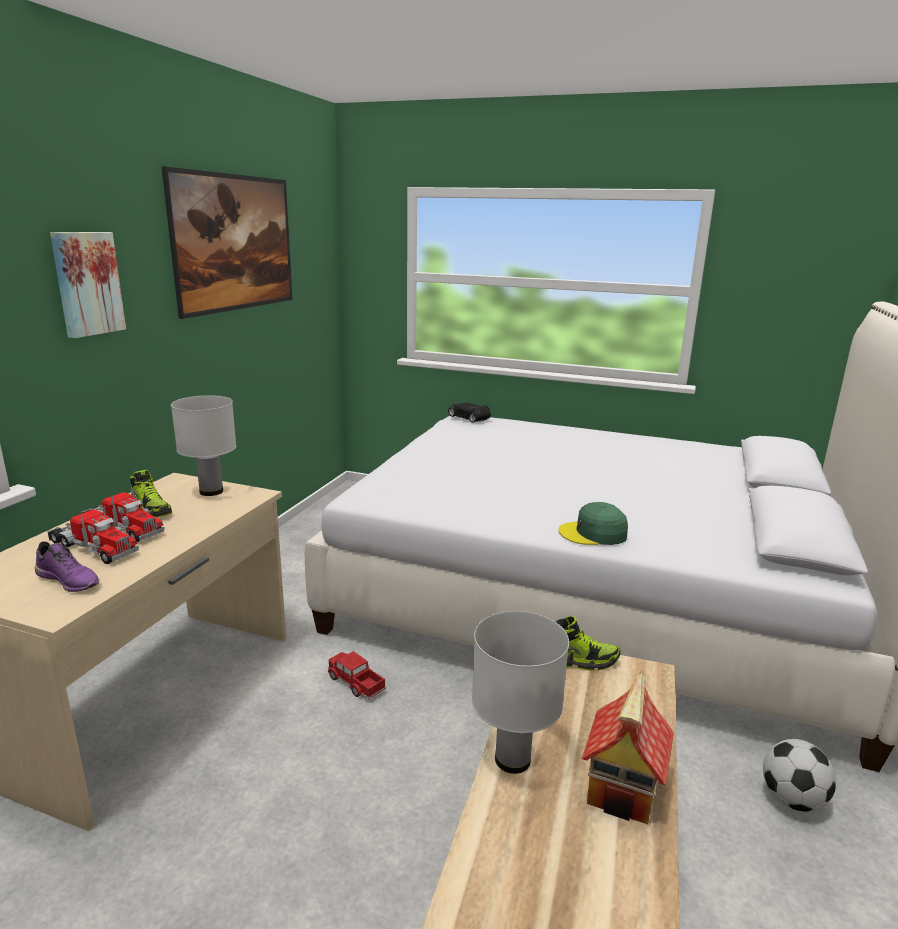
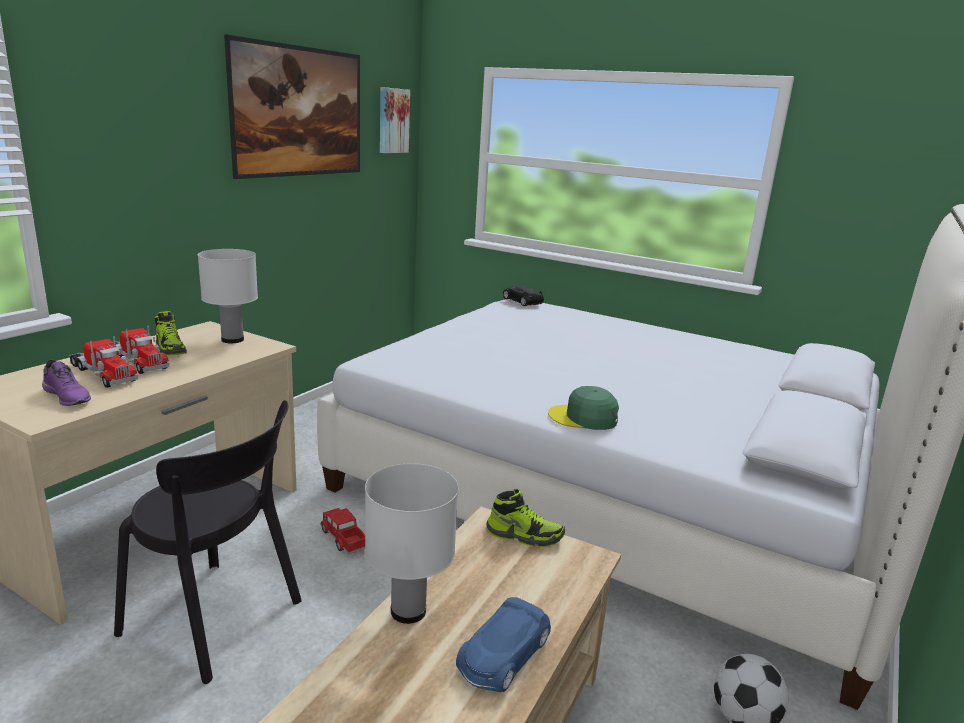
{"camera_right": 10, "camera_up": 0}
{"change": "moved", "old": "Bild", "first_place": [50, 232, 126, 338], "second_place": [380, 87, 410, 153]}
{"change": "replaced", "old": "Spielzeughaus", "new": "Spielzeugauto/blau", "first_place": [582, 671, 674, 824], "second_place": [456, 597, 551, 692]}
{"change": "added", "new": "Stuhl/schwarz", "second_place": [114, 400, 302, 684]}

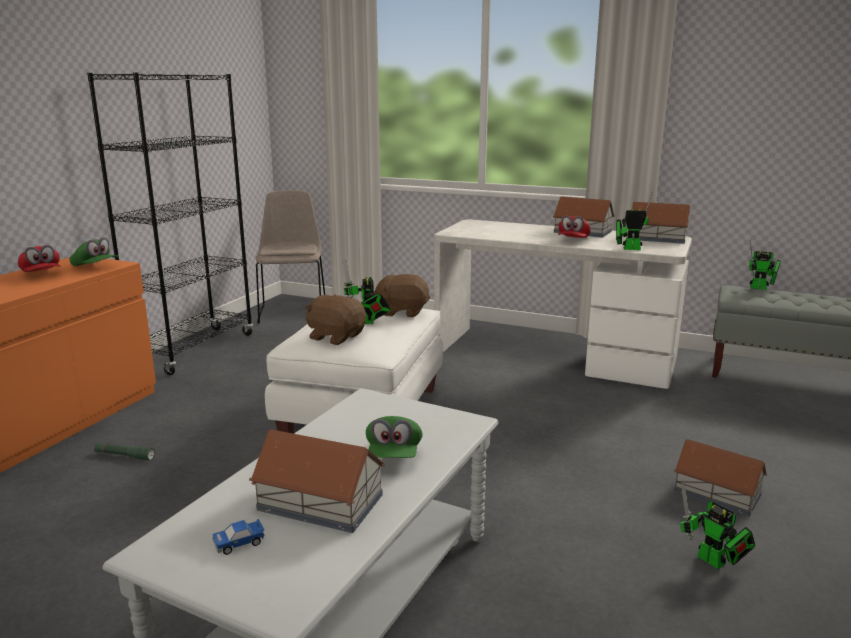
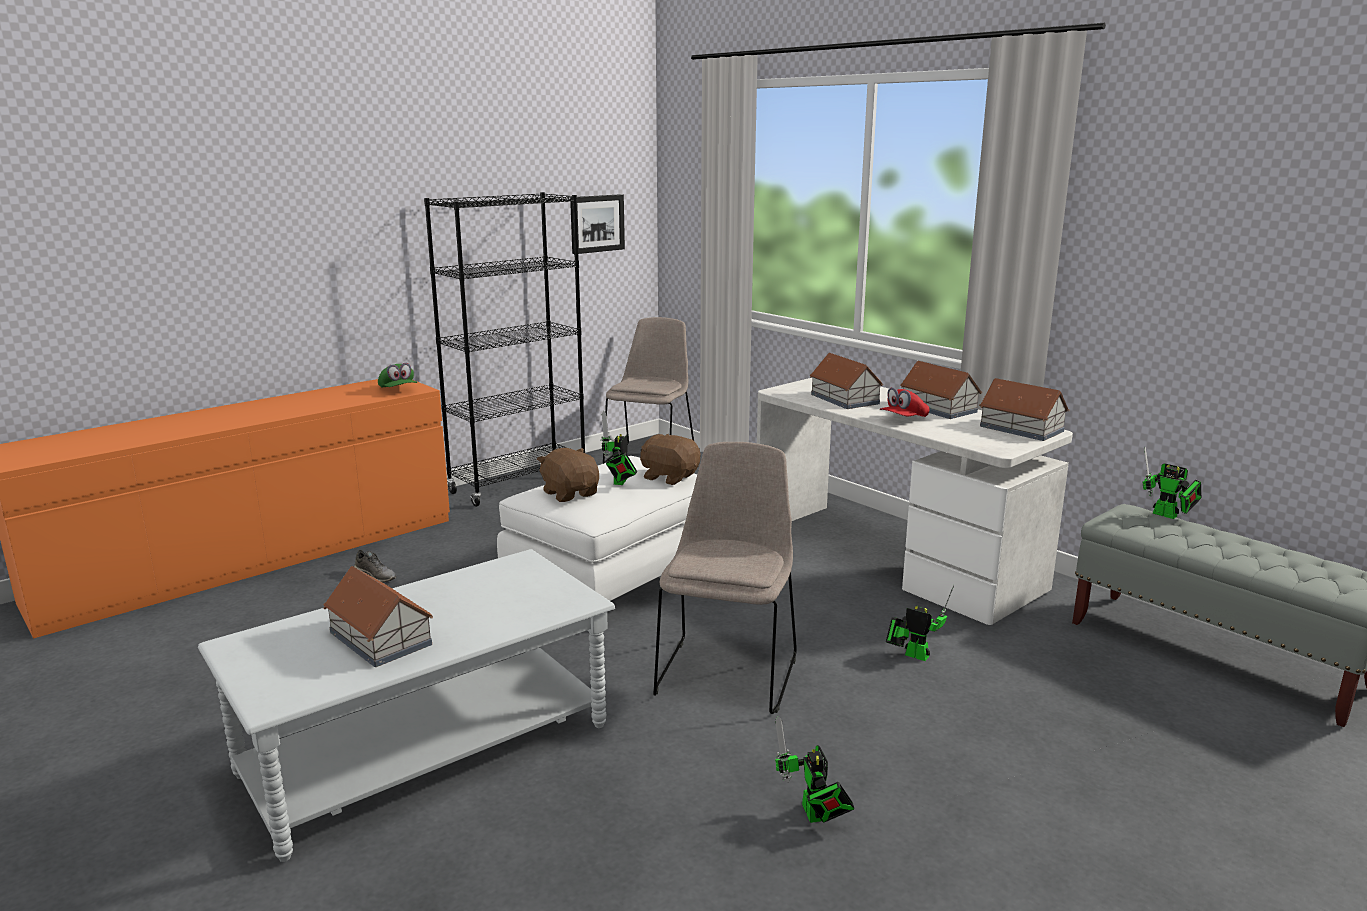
{"camera_right": 25, "camera_up": 0}
{"change": "moved", "old": "Spielzeugroboter", "first_place": [616, 191, 653, 250], "second_place": [886, 585, 954, 661]}
{"change": "removed", "old": "Kappe/rot", "first_place": [18, 245, 61, 272]}
{"change": "removed", "old": "Kappe/grün", "first_place": [366, 416, 423, 458]}
{"change": "moved", "old": "Spielzeughaus", "first_place": [674, 439, 767, 516], "second_place": [810, 353, 883, 409]}
{"change": "replaced", "old": "Taschenlampe/grün", "new": "Schuh/grau", "first_place": [94, 443, 155, 460], "second_place": [354, 550, 396, 582]}
{"change": "removed", "old": "Spielzeugauto", "first_place": [212, 519, 265, 555]}
{"change": "added", "new": "Bild", "second_place": [570, 194, 625, 254]}
{"change": "added", "new": "Stuhl/beige", "second_place": [653, 442, 797, 714]}

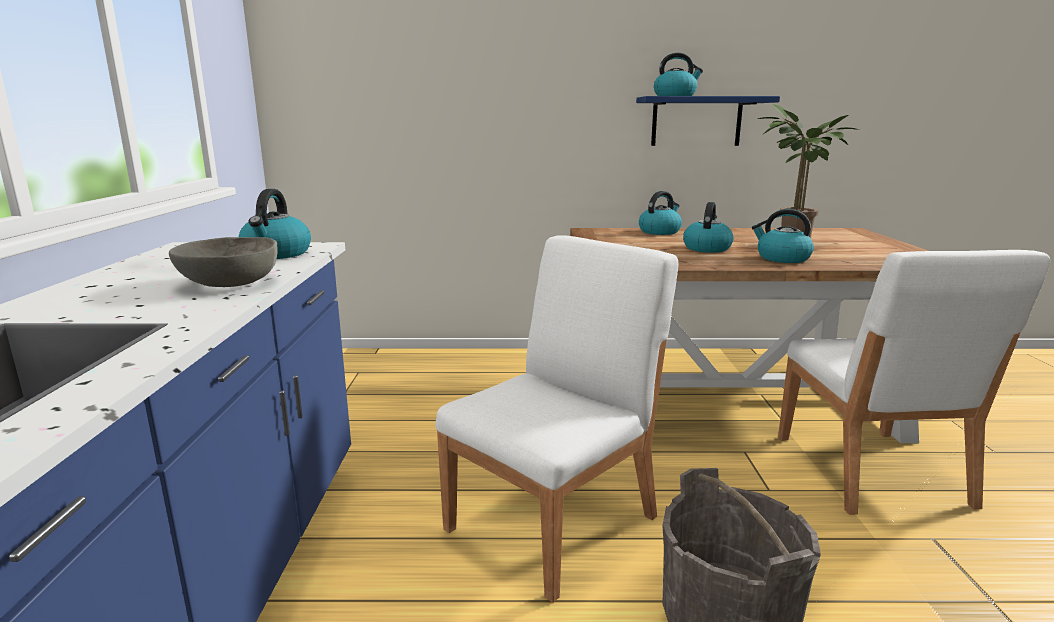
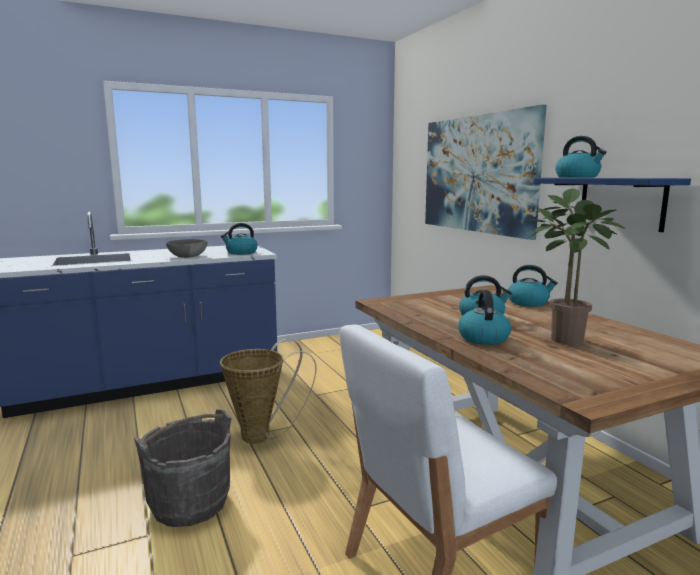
{"camera_right": 65, "camera_up": -5}
{"change": "replaced", "old": "Stuhl/weiß", "new": "Korb", "first_place": [435, 235, 678, 603], "second_place": [220, 339, 316, 444]}
{"change": "added", "new": "Bild", "second_place": [425, 105, 547, 240]}

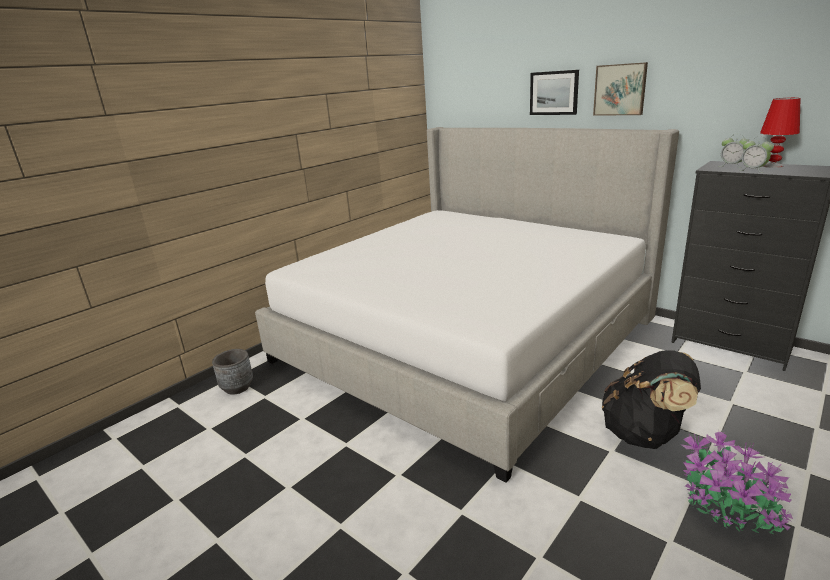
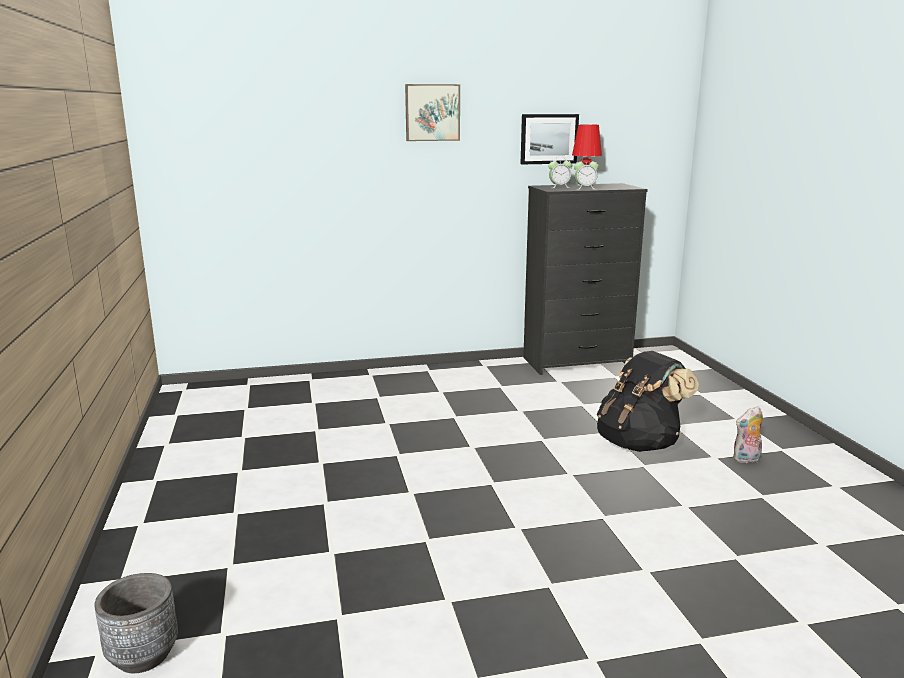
{"camera_right": -55, "camera_up": -5}
{"change": "moved", "old": "Bild", "first_place": [530, 70, 579, 115], "second_place": [521, 114, 579, 164]}
{"change": "removed", "old": "Bett", "first_place": [255, 127, 679, 483]}
{"change": "replaced", "old": "Topfpflanze", "new": "Plüschtier", "first_place": [680, 429, 793, 534], "second_place": [733, 406, 763, 463]}

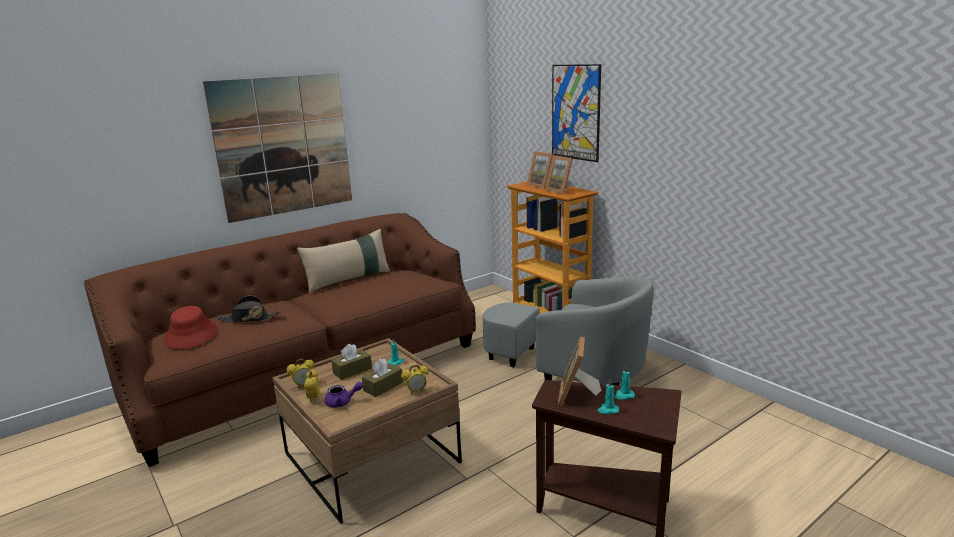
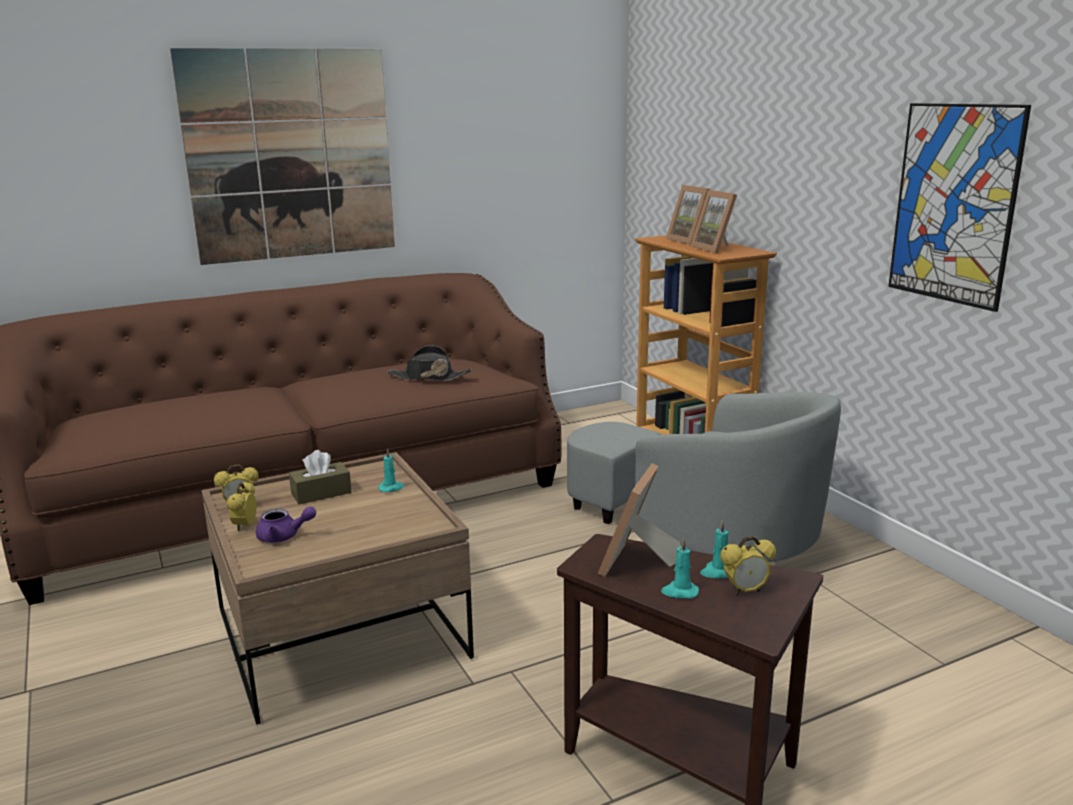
{"camera_right": 10, "camera_up": 0}
{"change": "moved", "old": "Bild", "first_place": [552, 64, 601, 162], "second_place": [888, 103, 1031, 312]}
{"change": "removed", "old": "Kissen/beige", "first_place": [297, 229, 390, 293]}
{"change": "moved", "old": "Hut/schwarz", "first_place": [217, 295, 281, 323], "second_place": [387, 345, 472, 381]}
{"change": "removed", "old": "Hut/rot", "first_place": [163, 306, 217, 349]}
{"change": "removed", "old": "Taschentuchbox/braun", "first_place": [362, 358, 403, 397]}
{"change": "moved", "old": "Wecker", "first_place": [401, 365, 429, 395], "second_place": [720, 536, 776, 595]}

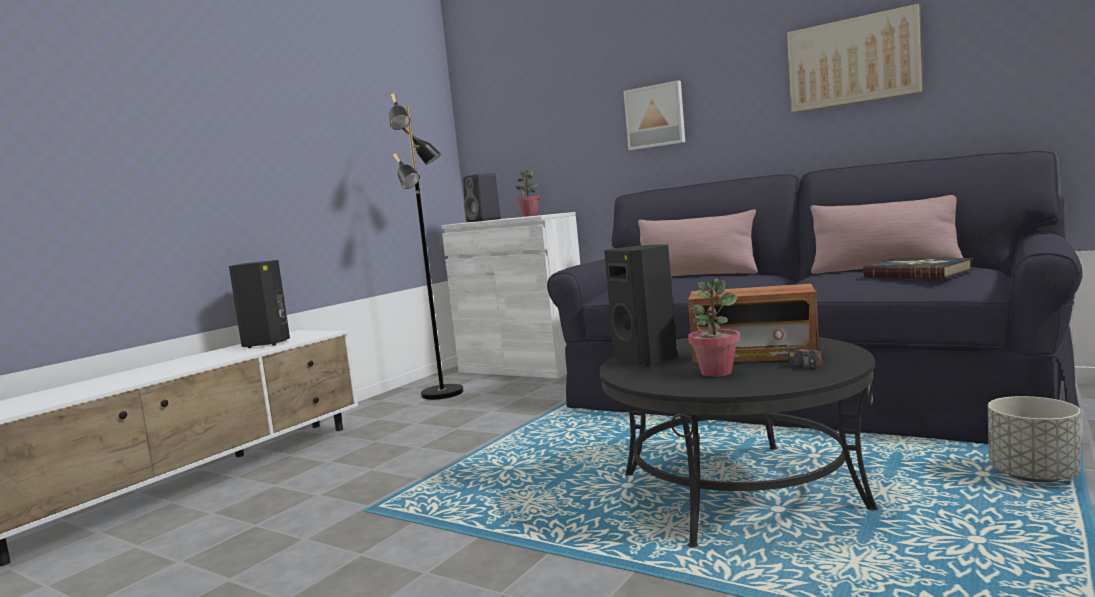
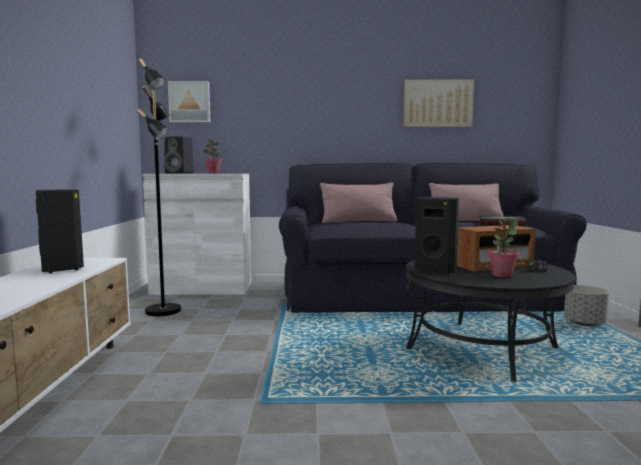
{"camera_right": -35, "camera_up": 0}
{"change": "moved", "old": "Bild", "first_place": [623, 80, 685, 150], "second_place": [168, 81, 210, 123]}

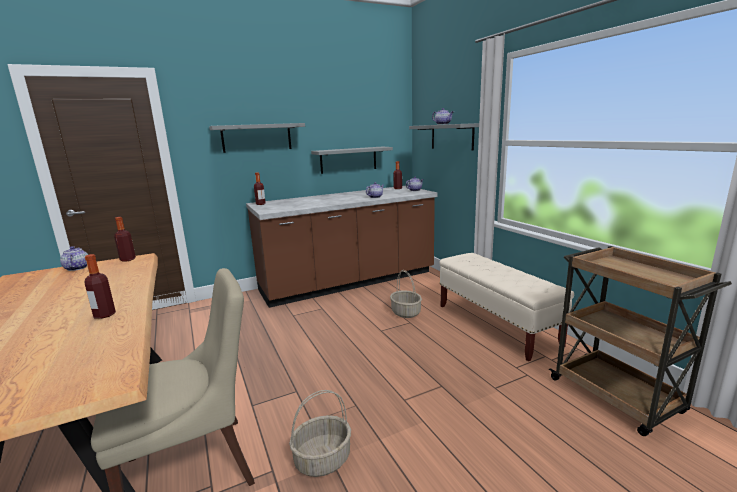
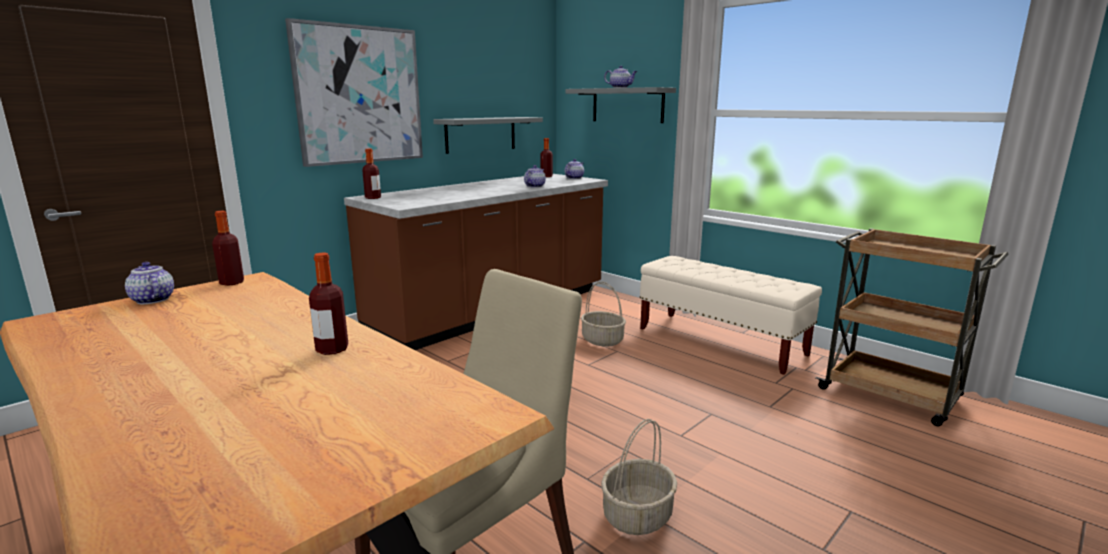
{"camera_right": -20, "camera_up": 0}
{"change": "replaced", "old": "Wandregal/grau", "new": "Bild", "first_place": [209, 123, 305, 153], "second_place": [285, 18, 423, 167]}

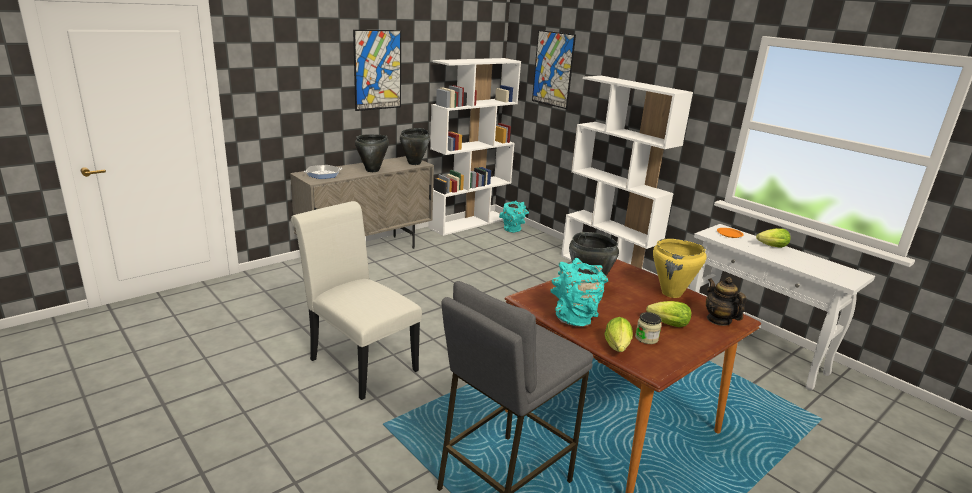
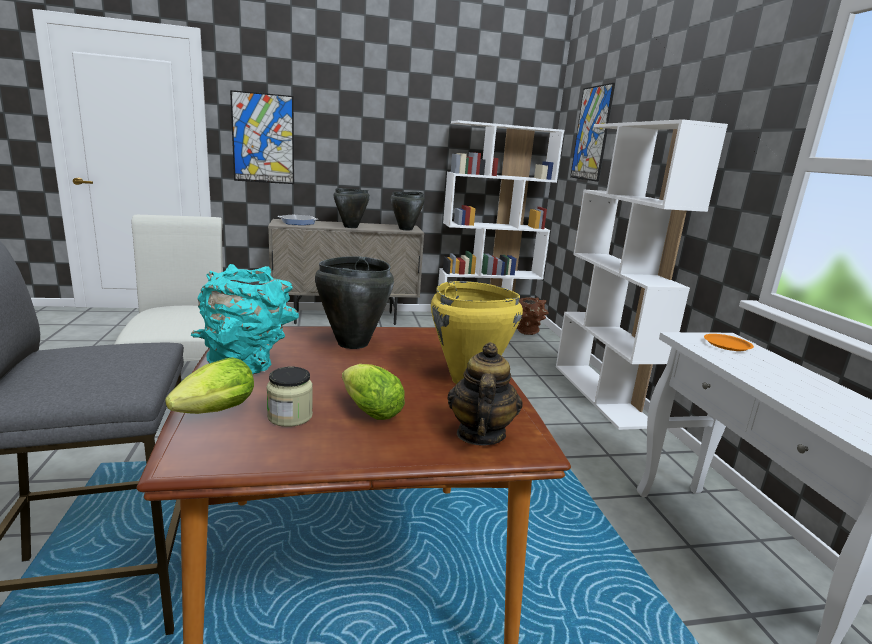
{"camera_right": 30, "camera_up": -5}
{"change": "moved", "old": "Bild", "first_place": [353, 30, 401, 111], "second_place": [230, 90, 294, 184]}
{"change": "recoloured", "old": "Vase/türkis", "new": "Vase/braun", "first_place": [499, 201, 529, 233], "second_place": [517, 297, 549, 335]}
{"change": "removed", "old": "Salatkopf", "first_place": [756, 228, 791, 248]}

